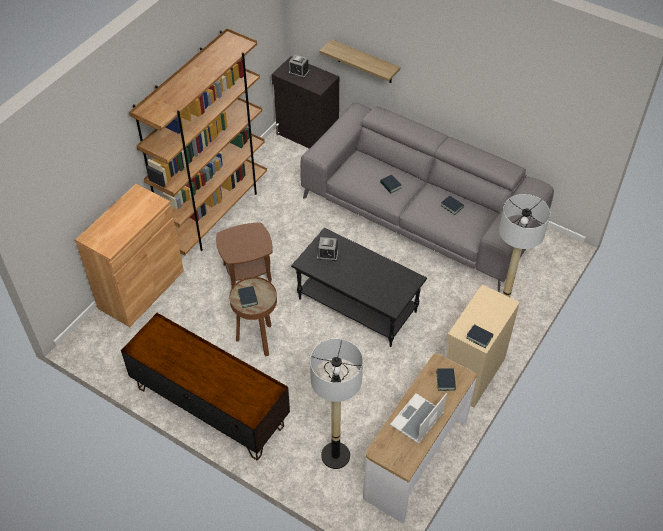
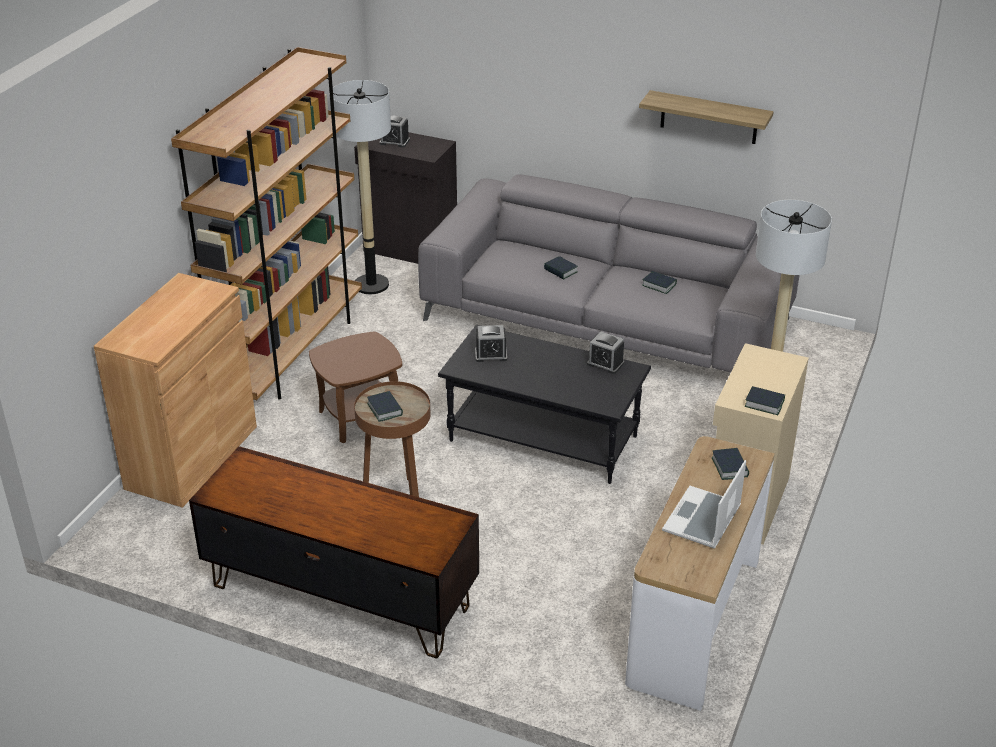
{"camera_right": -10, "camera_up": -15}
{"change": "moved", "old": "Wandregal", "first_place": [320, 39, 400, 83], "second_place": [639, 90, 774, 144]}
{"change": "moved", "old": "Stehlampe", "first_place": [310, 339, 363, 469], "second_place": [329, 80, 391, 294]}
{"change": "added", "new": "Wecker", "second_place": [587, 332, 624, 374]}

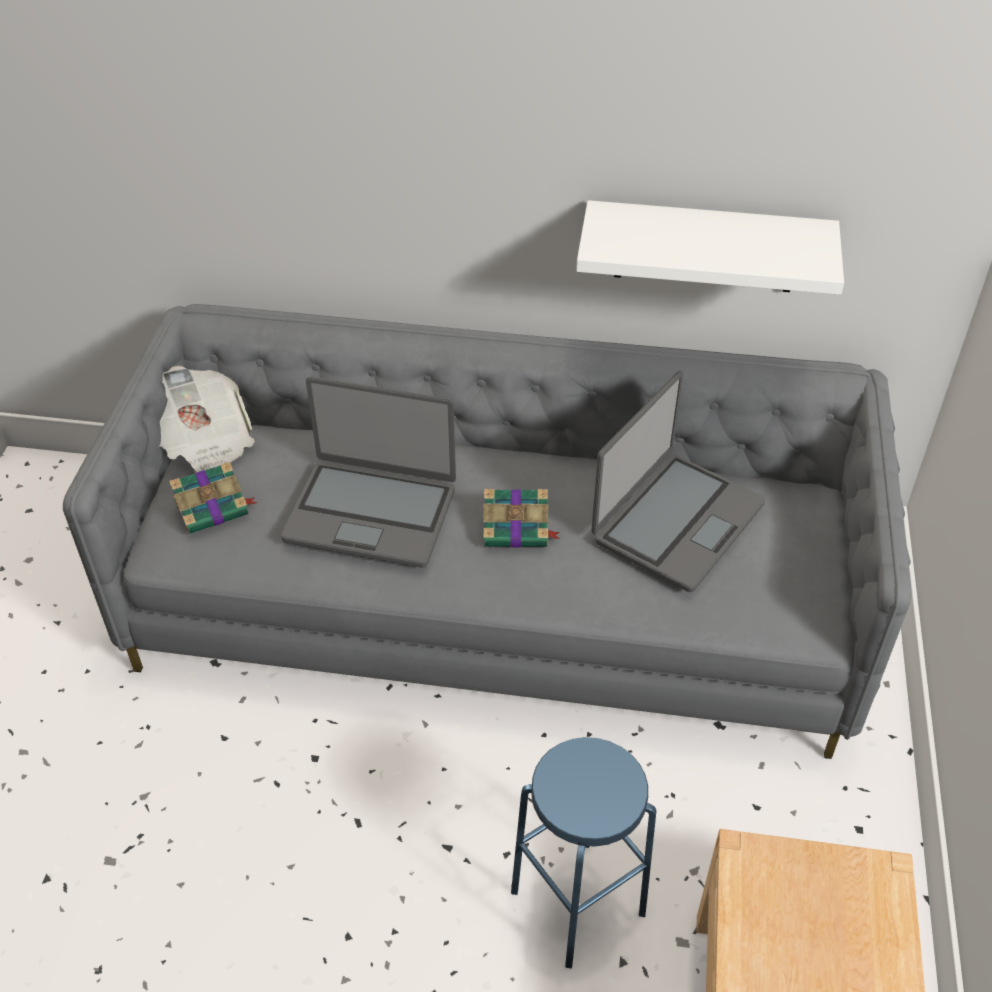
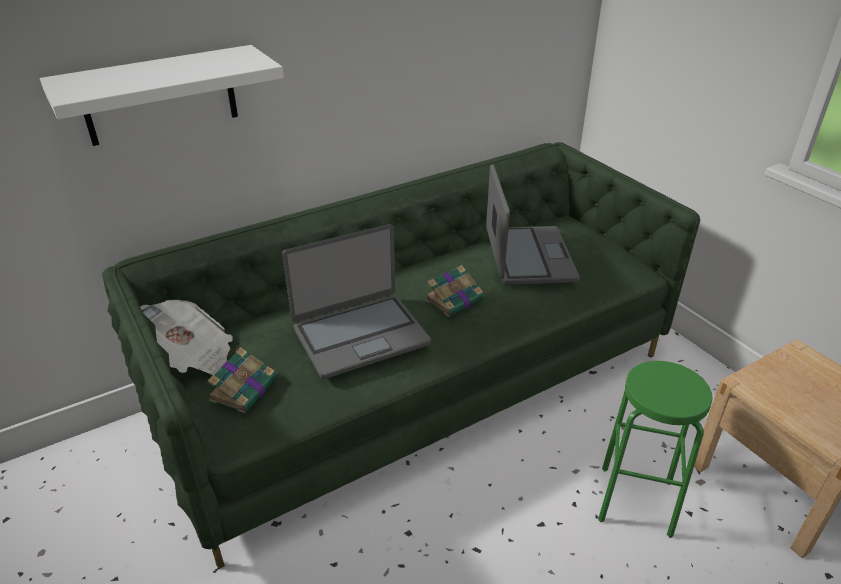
{"camera_right": -40, "camera_up": -10}
{"change": "moved", "old": "Wandregal/weiß", "first_place": [576, 200, 844, 295], "second_place": [40, 45, 284, 146]}
{"change": "recoloured", "old": "Sofa/grau", "new": "Sofa/grün", "first_place": [63, 304, 911, 759], "second_place": [102, 142, 700, 569]}
{"change": "recoloured", "old": "Hocker/blau", "new": "Hocker/grün", "first_place": [511, 737, 656, 968], "second_place": [598, 361, 713, 538]}

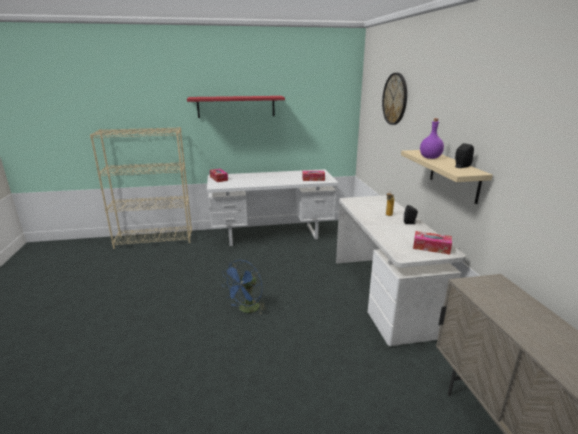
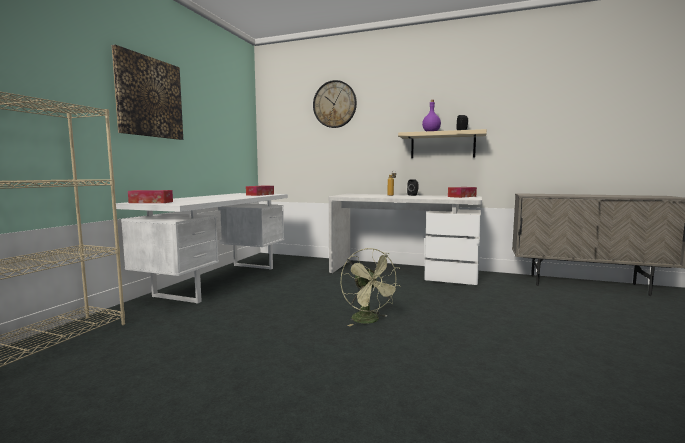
{"camera_right": -60, "camera_up": -15}
{"change": "replaced", "old": "Wandregal/rot", "new": "Bild", "first_place": [187, 96, 285, 118], "second_place": [112, 45, 183, 140]}
{"change": "recoloured", "old": "Ventilator/blau", "new": "Ventilator/grün", "first_place": [222, 260, 266, 315], "second_place": [340, 248, 401, 326]}

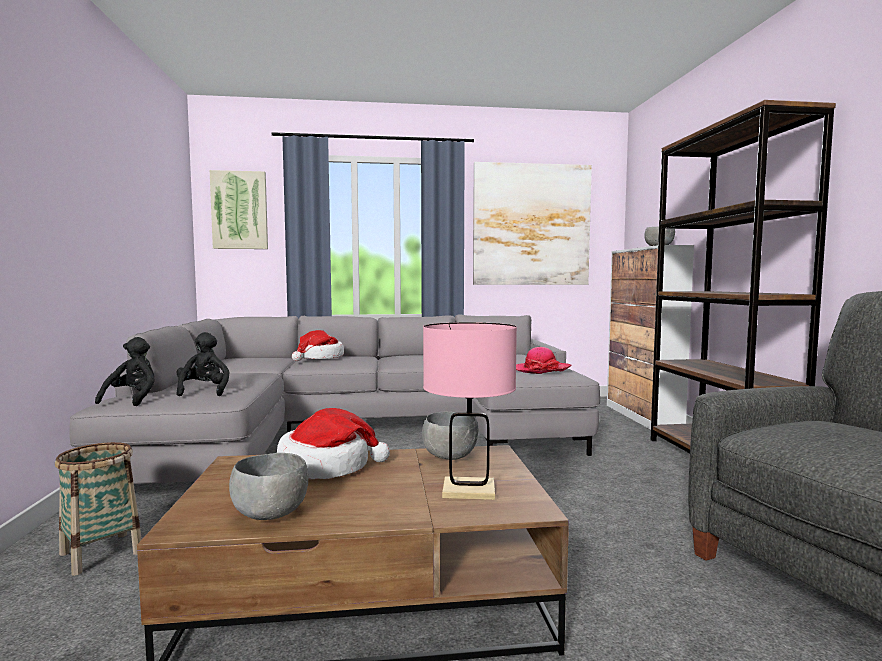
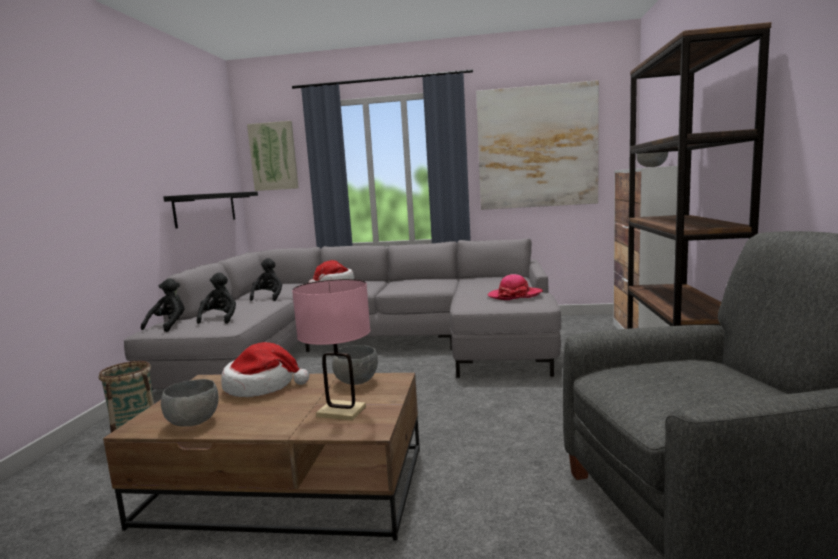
{"camera_right": 15, "camera_up": 5}
{"change": "added", "new": "Wandregal/schwarz", "second_place": [164, 192, 258, 229]}
{"change": "added", "new": "Plüschtier/schwarz", "second_place": [250, 258, 282, 301]}

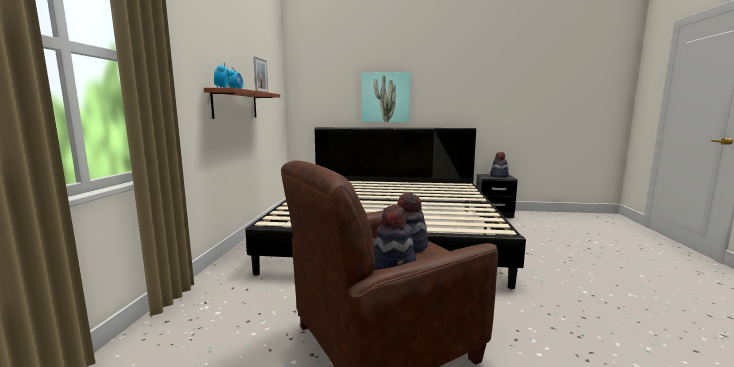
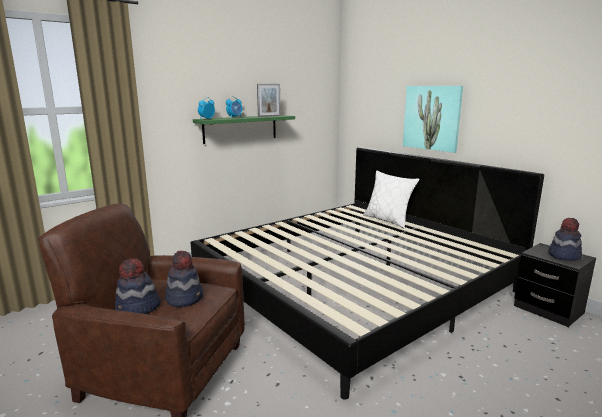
{"camera_right": 45, "camera_up": 5}
{"change": "recoloured", "old": "Wandregal/braun", "new": "Wandregal/grün", "first_place": [204, 88, 280, 119], "second_place": [193, 115, 295, 144]}
{"change": "added", "new": "Kissen/weiß", "second_place": [363, 171, 419, 228]}

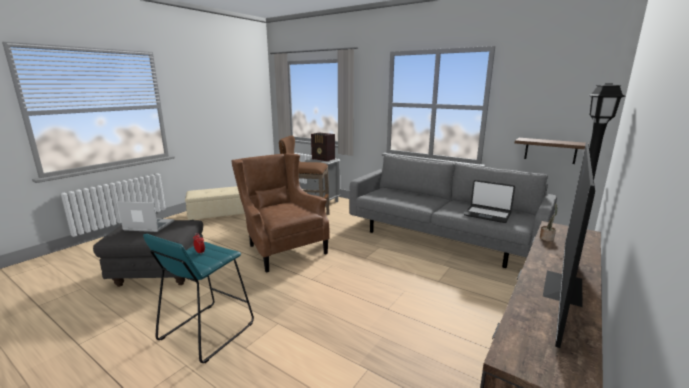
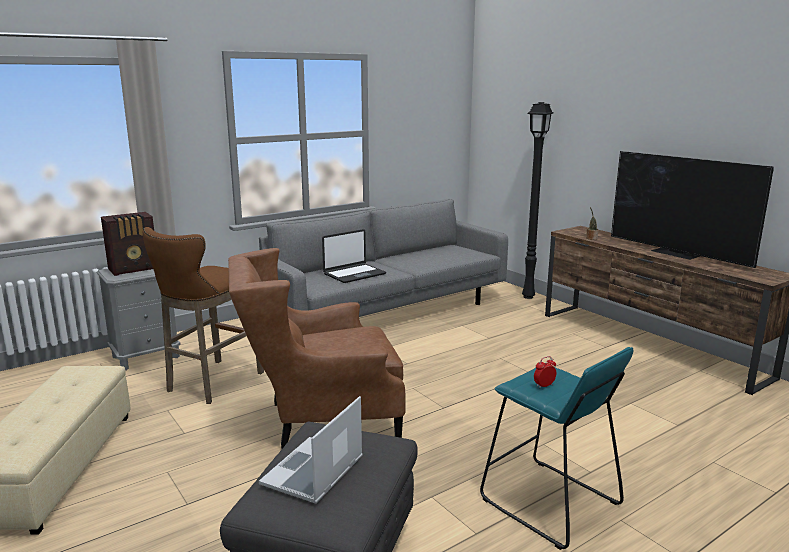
{"camera_right": -70, "camera_up": 0}
{"change": "removed", "old": "Wandregal/braun", "first_place": [515, 138, 589, 164]}
{"change": "moved", "old": "Laptop", "first_place": [464, 180, 515, 223], "second_place": [322, 229, 386, 283]}

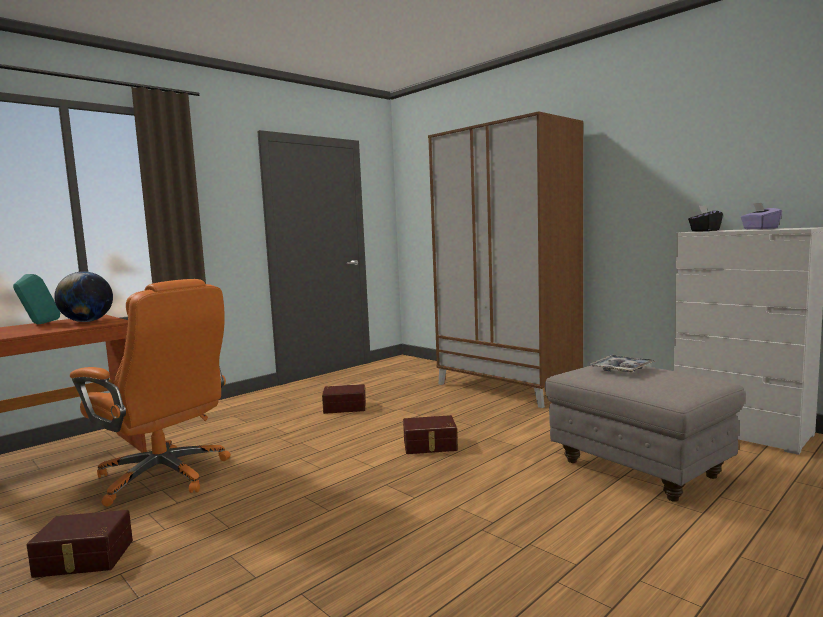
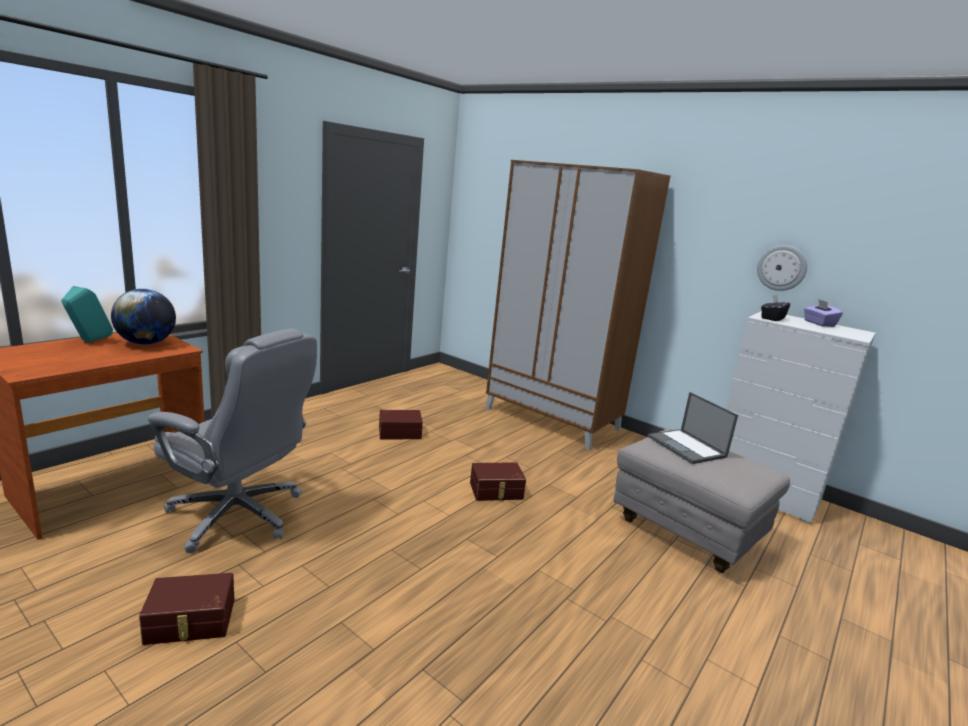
{"camera_right": -10, "camera_up": 10}
{"change": "recoloured", "old": "Bürostuhl/orange", "new": "Bürostuhl/grau", "first_place": [70, 279, 231, 507], "second_place": [147, 329, 317, 553]}
{"change": "replaced", "old": "Tablett", "new": "Laptop", "first_place": [589, 355, 656, 372], "second_place": [647, 392, 738, 464]}
{"change": "added", "new": "Wanduhr", "second_place": [757, 245, 807, 291]}

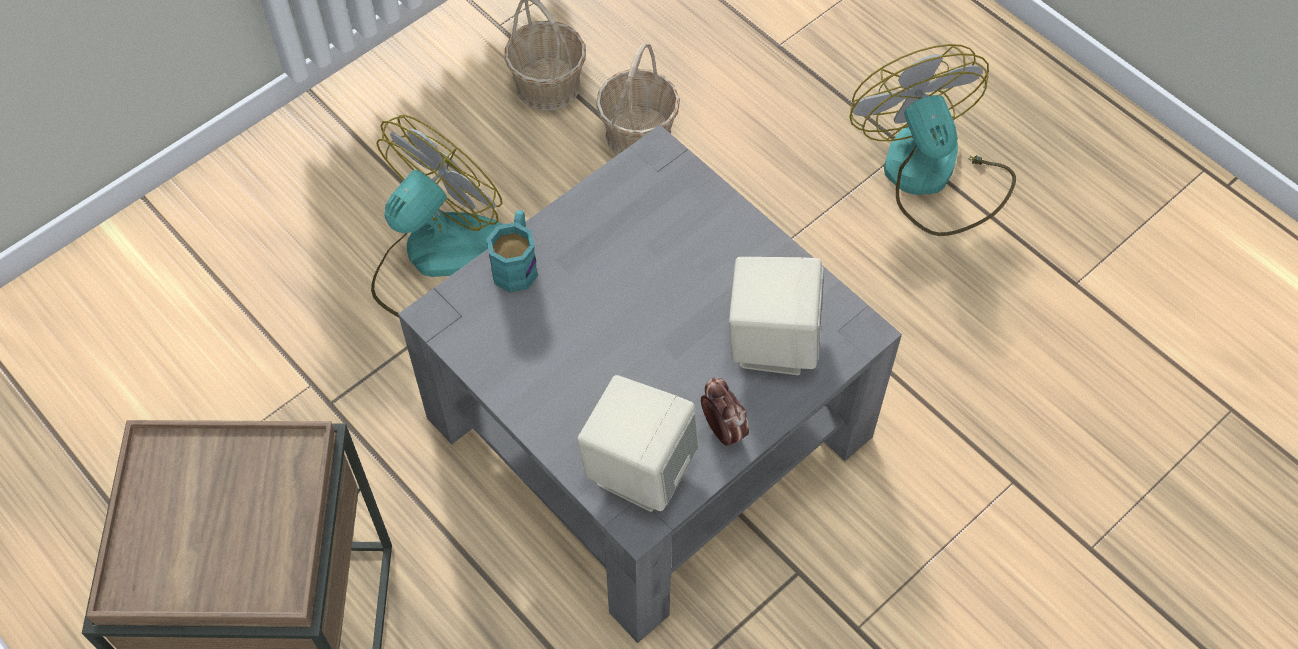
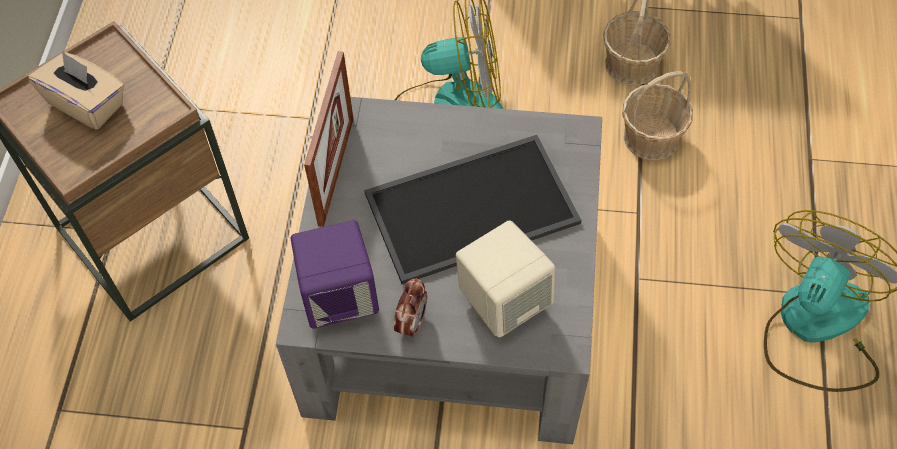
{"camera_right": 50, "camera_up": 0}
{"change": "removed", "old": "Henkelbecher/türkis", "first_place": [486, 210, 538, 292]}
{"change": "recoloured", "old": "Lautsprecher/beige", "new": "Lautsprecher/lila", "first_place": [577, 375, 699, 512], "second_place": [291, 220, 379, 329]}
{"change": "added", "new": "Taschentuchbox/beige", "second_place": [28, 51, 124, 130]}
{"change": "added", "new": "Bilderrahmen", "second_place": [304, 51, 354, 227]}
{"change": "added", "new": "Tablett", "second_place": [364, 135, 582, 284]}

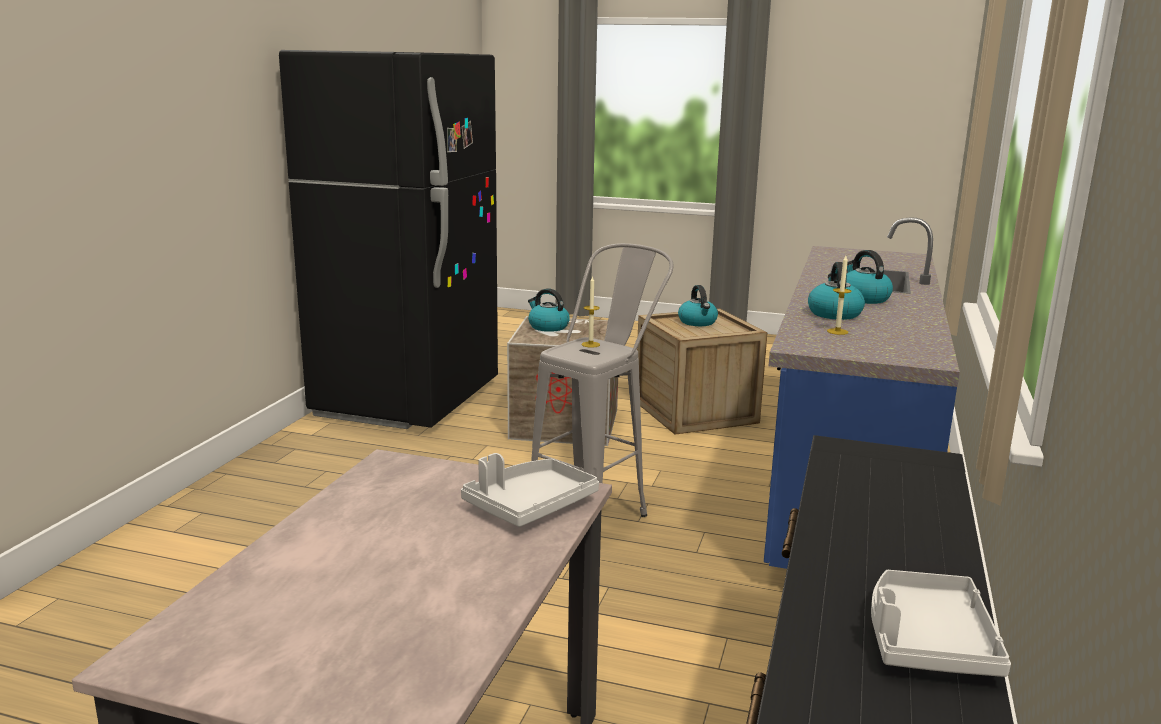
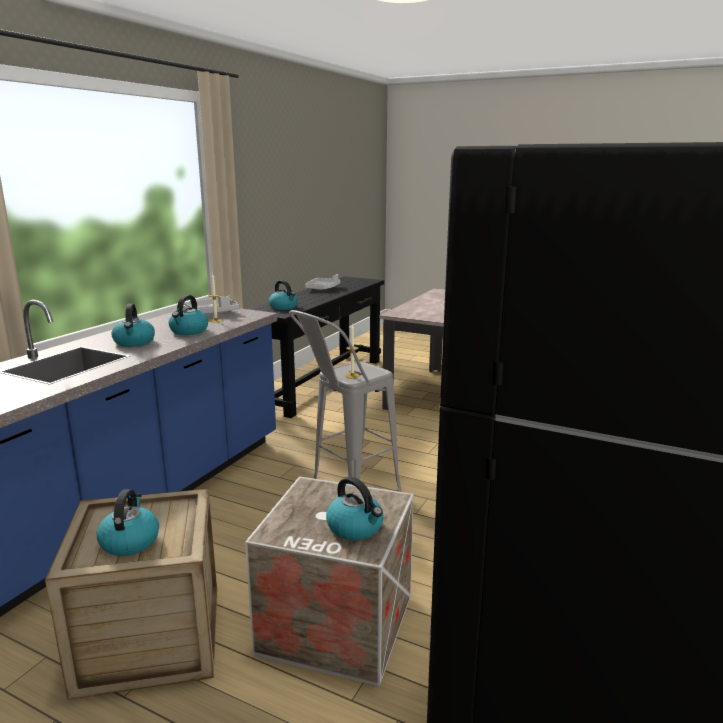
{"camera_right": -170, "camera_up": 0}
{"change": "moved", "old": "Tablett/grau", "first_place": [461, 453, 599, 527], "second_place": [183, 295, 239, 314]}
{"change": "added", "new": "Wasserkessel", "second_place": [269, 280, 298, 310]}

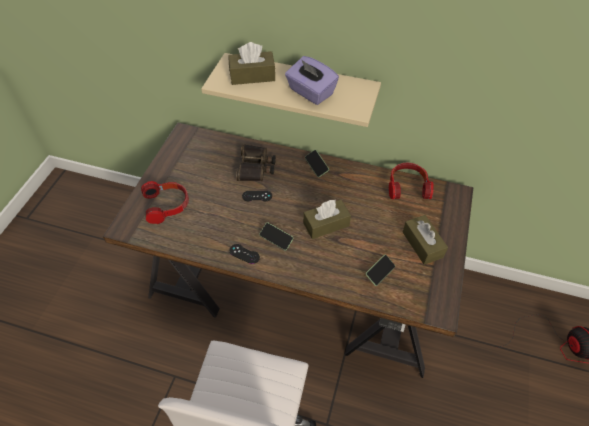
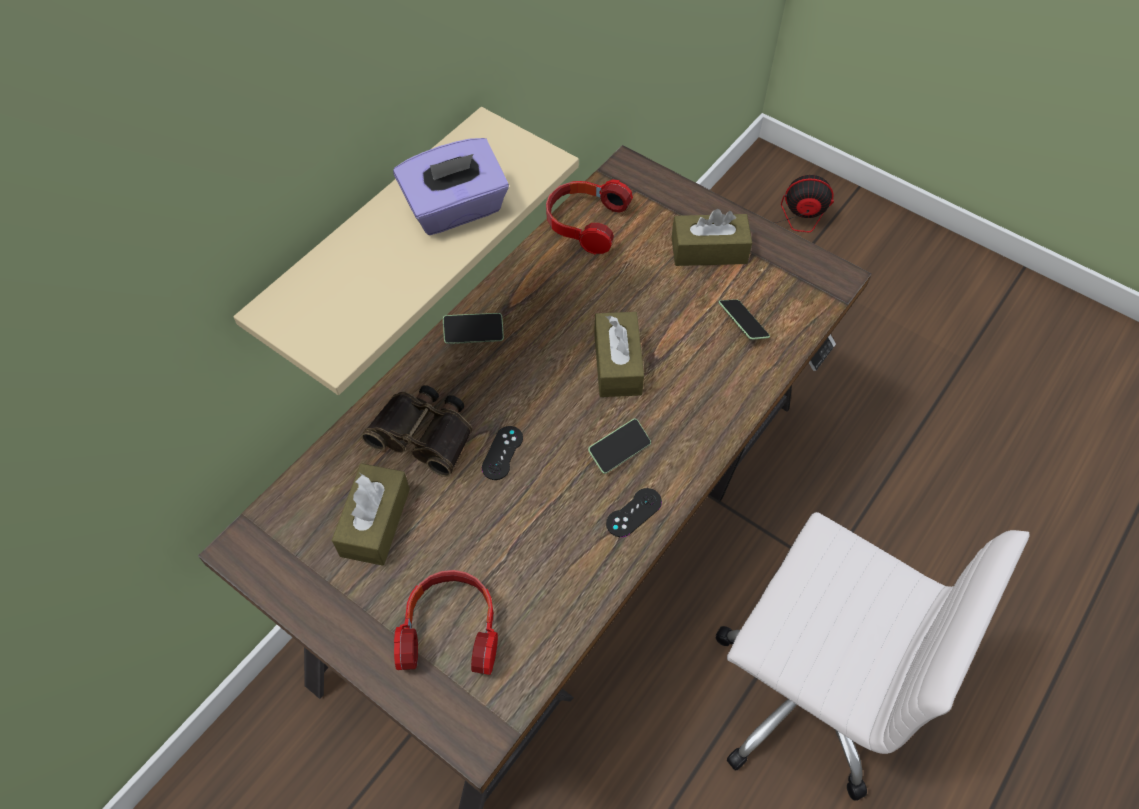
{"camera_right": -70, "camera_up": 5}
{"change": "moved", "old": "Taschentuchbox/braun", "first_place": [228, 42, 276, 85], "second_place": [332, 463, 410, 566]}

